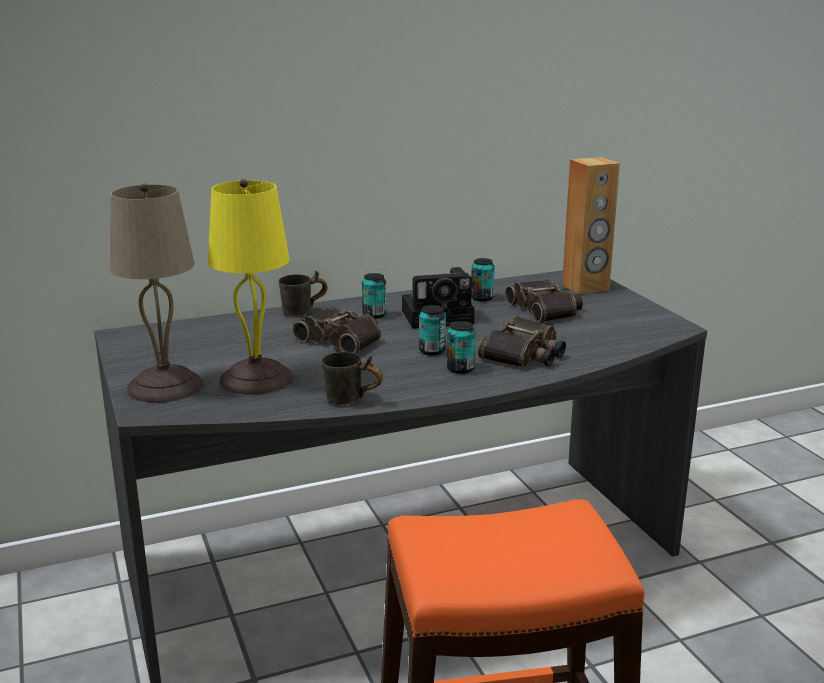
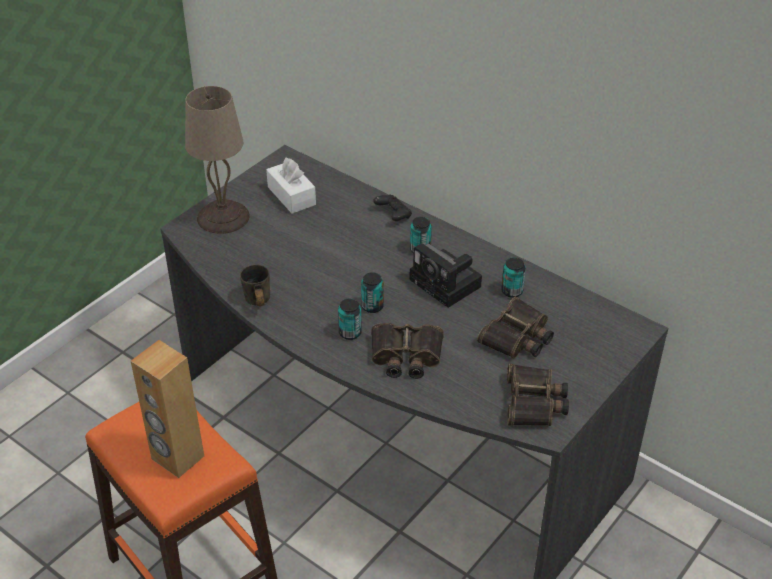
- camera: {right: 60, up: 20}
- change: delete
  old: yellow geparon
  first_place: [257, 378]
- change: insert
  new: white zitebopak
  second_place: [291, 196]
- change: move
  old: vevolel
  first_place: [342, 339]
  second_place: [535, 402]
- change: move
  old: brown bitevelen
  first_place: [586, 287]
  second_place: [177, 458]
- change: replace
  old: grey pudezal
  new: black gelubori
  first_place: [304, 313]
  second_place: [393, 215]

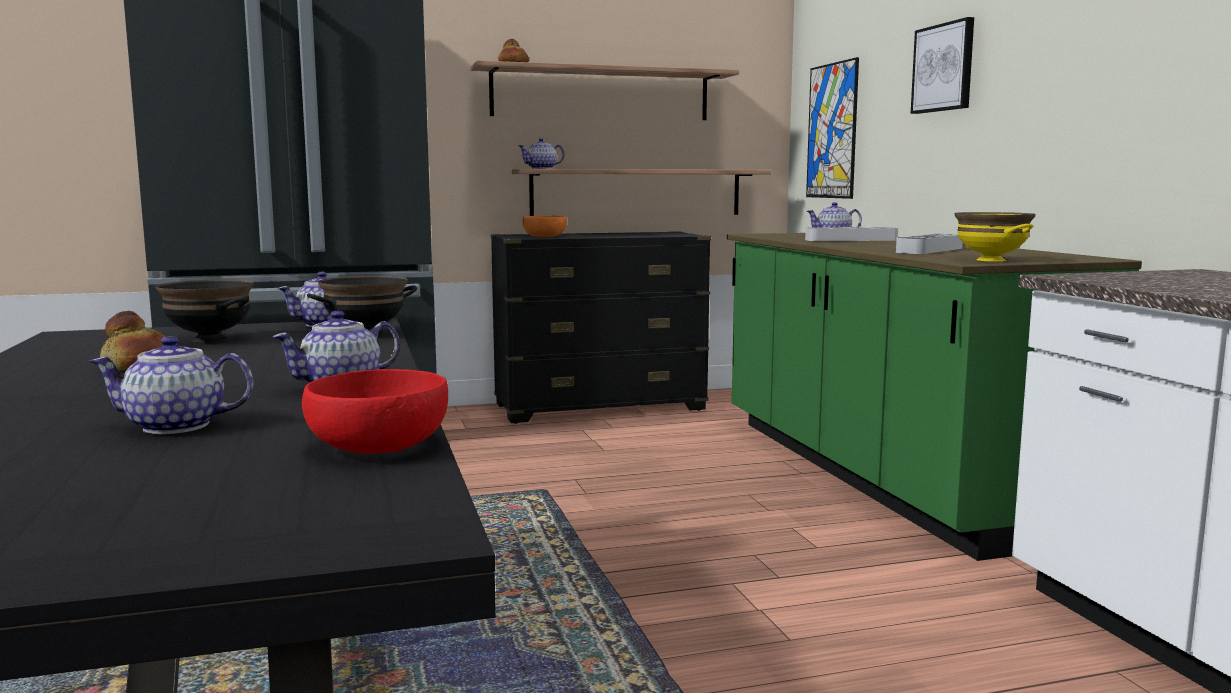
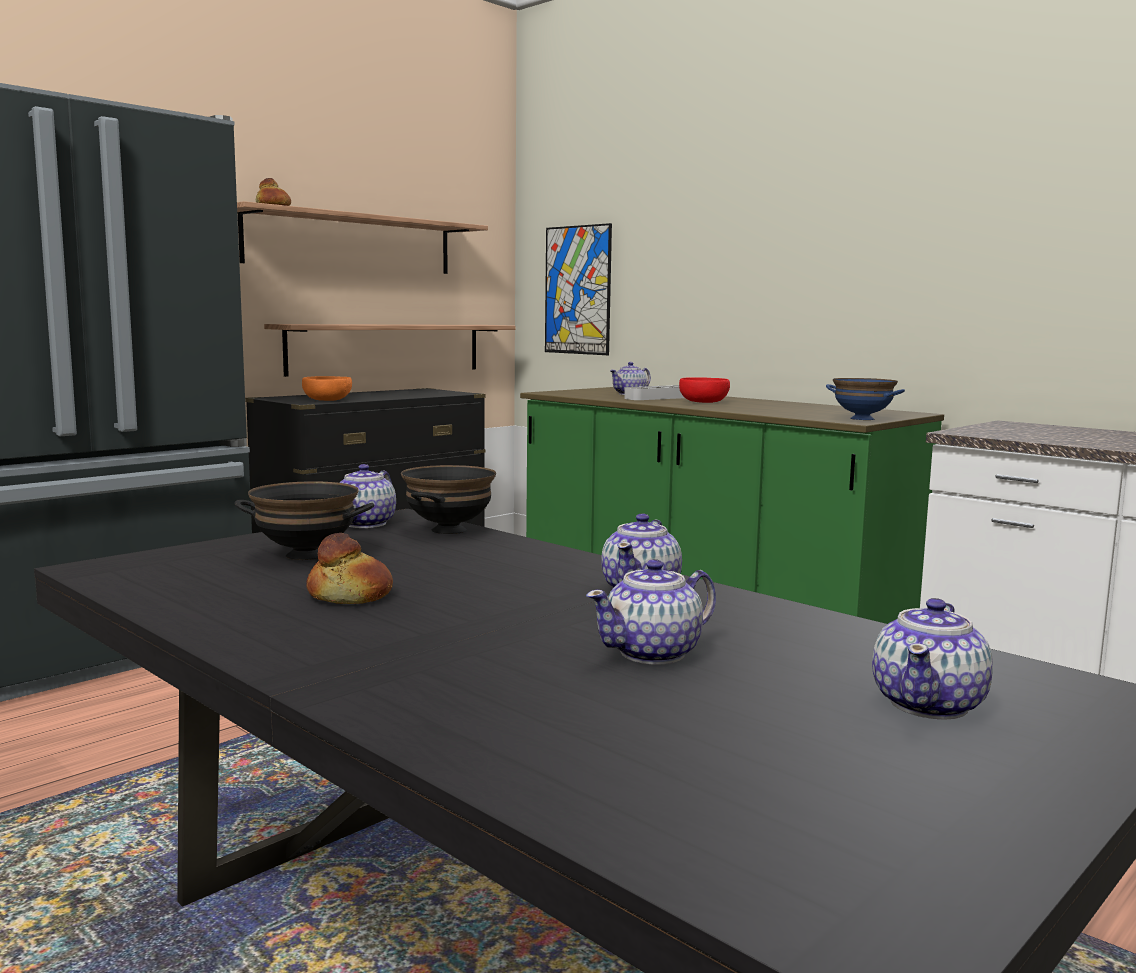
- camera: {right: -30, up: 0}
- change: delete
  old: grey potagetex
  first_place: [929, 250]
- change: delete
  old: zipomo
  first_place: [944, 68]
- change: move
  old: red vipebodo
  first_place: [380, 445]
  second_place: [703, 402]
- change: move
  old: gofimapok
  first_place: [542, 168]
  second_place: [930, 704]
- change: recolor
  old: yellow vipebodo
  new: blue vipebodo
  first_place: [990, 260]
  second_place: [861, 419]

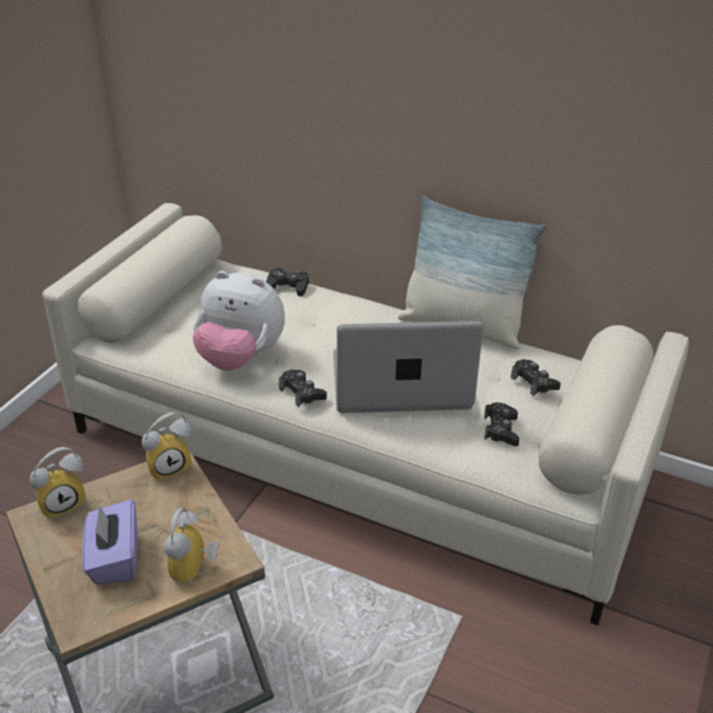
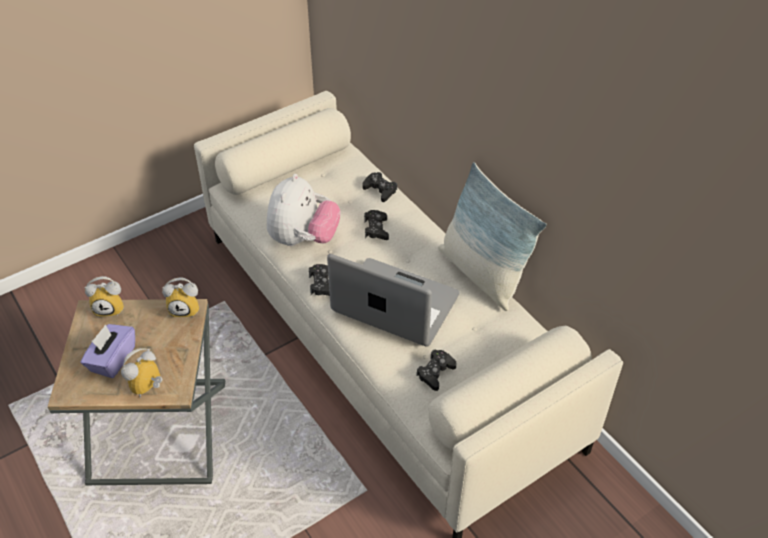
- camera: {right: 30, up: 10}
- change: move
  old: black gelubori
  first_place: [534, 382]
  second_place: [376, 229]
- change: rotate
  old: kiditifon
  first_place: [240, 358]
  second_place: [303, 239]
  degrees: -120

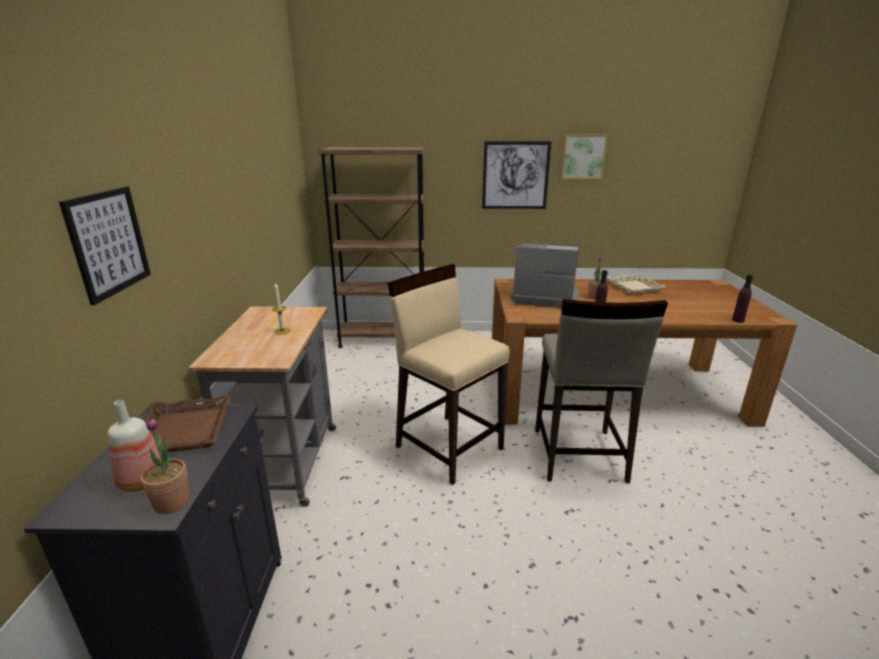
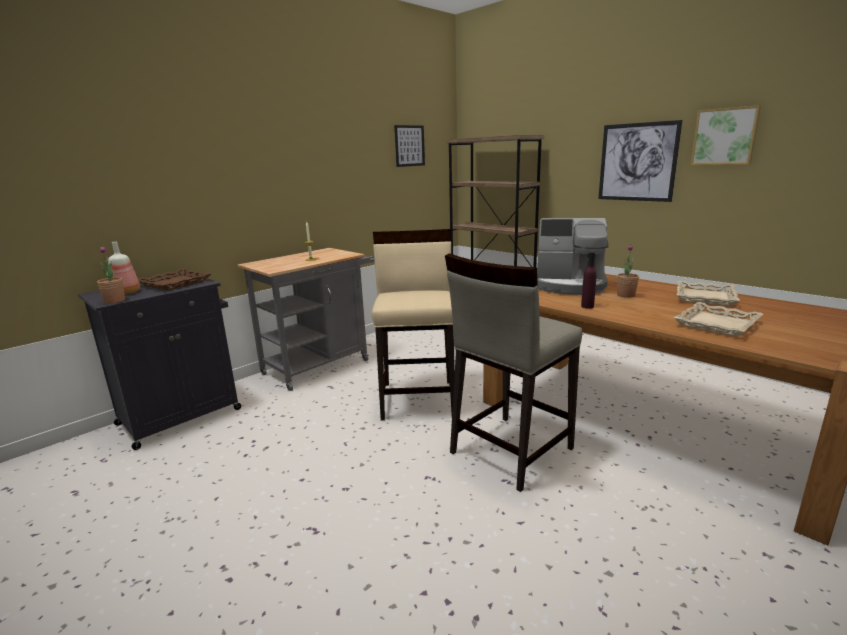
- camera: {right: 45, up: -5}
- change: delete
  old: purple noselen
  first_place: [738, 320]
- change: insert
  new: beige potagetex
  second_place: [716, 324]
- change: move
  old: zipomo
  first_place: [108, 242]
  second_place: [409, 146]
- change: rotate
  old: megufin
  first_place: [543, 297]
  second_place: [569, 285]
  degrees: 135

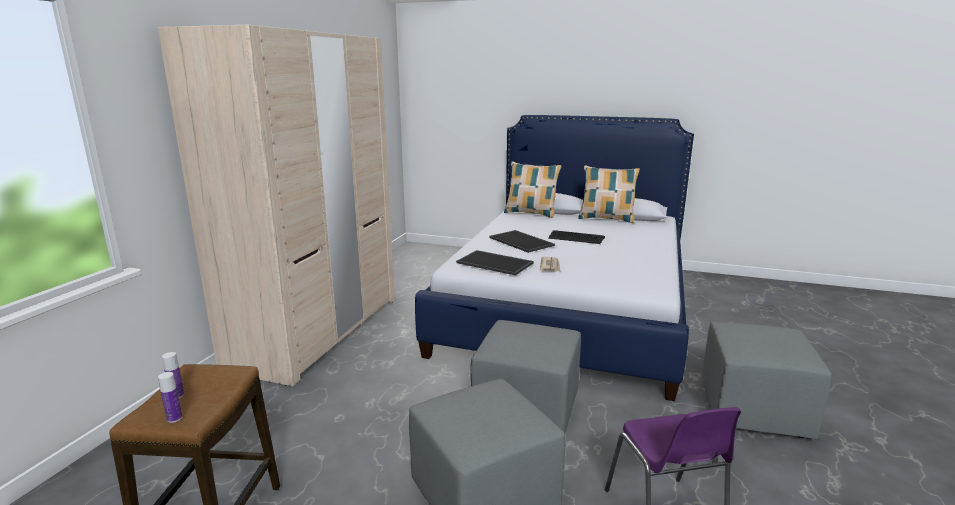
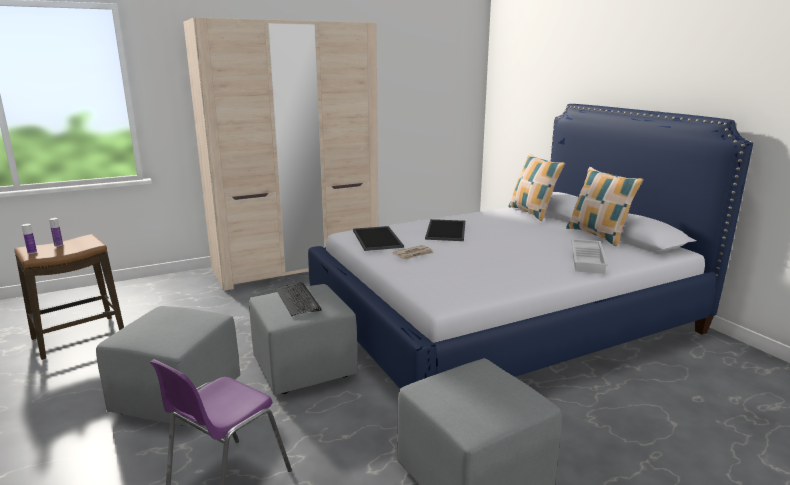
- camera: {right: 45, up: 0}
- change: insert
  new: white potagetex
  second_place: [588, 260]
- change: move
  old: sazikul
  first_place: [576, 238]
  second_place: [298, 300]

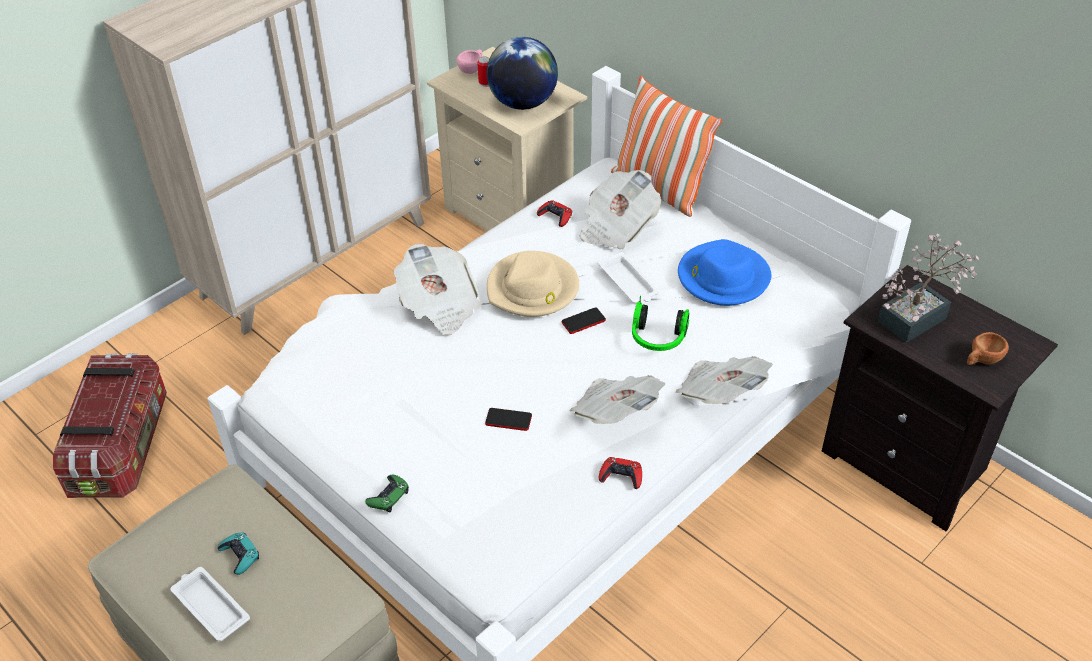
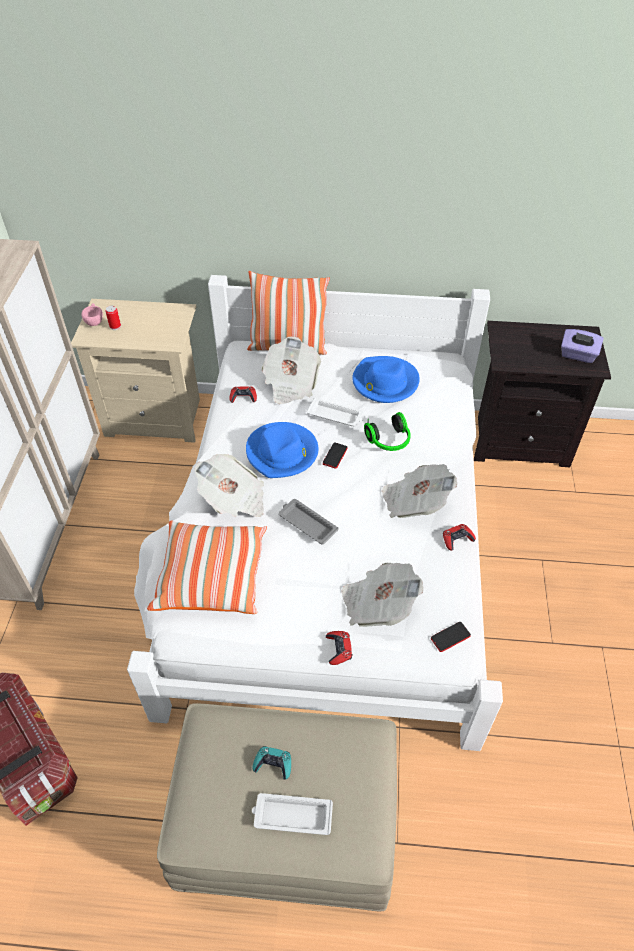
- camera: {right: -40, up: 5}
- change: delete
  old: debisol
  first_place: [523, 103]
- change: delete
  old: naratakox
  first_place: [918, 316]
- change: insert
  new: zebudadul
  second_place: [211, 577]
- change: insert
  new: grey potagetex
  second_place: [307, 523]
- change: move
  old: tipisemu
  first_place: [508, 420]
  second_place: [450, 637]
- change: move
  old: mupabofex
  first_place: [720, 394]
  second_place: [378, 605]
- change: replace
  old: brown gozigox
  new: purple zitebopak
  first_place: [981, 360]
  second_place: [577, 355]
- change: recolor
  old: green gelubori
  new: red gelubori
  first_place: [388, 496]
  second_place: [338, 649]
- change: recolor
  old: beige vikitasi
  new: blue vikitasi
  first_place: [533, 289]
  second_place: [282, 452]

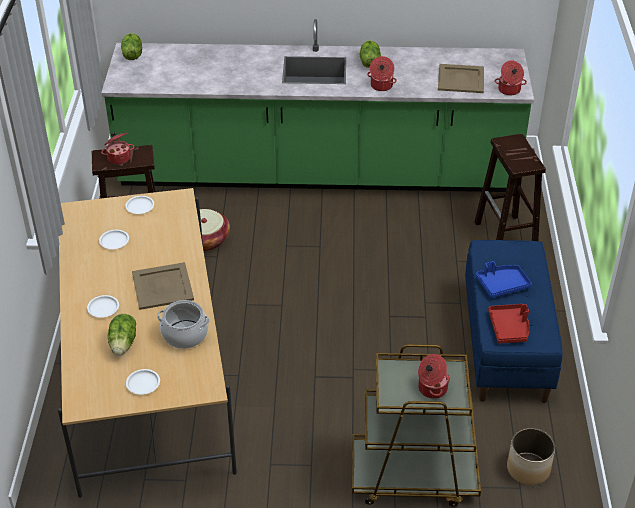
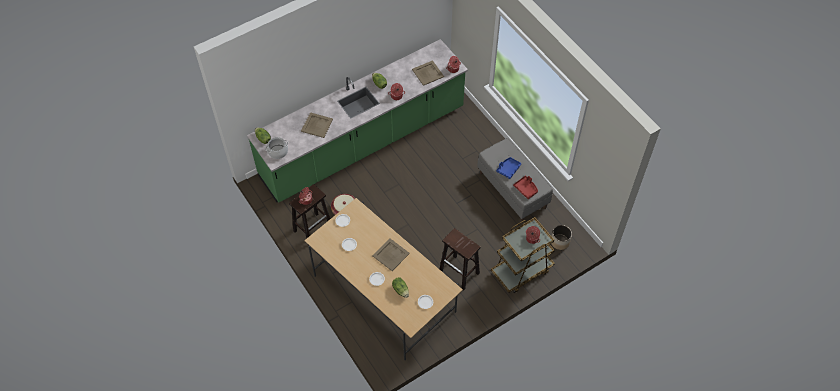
- camera: {right: -35, up: 15}
- change: insert
  new: beige potagetex
  second_place: [317, 125]
- change: move
  old: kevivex
  first_place: [185, 334]
  second_place: [278, 151]
- change: move
  old: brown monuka
  first_place: [506, 237]
  second_place: [459, 273]
- change: recolor
  old: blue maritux
  new: grey maritux
  first_place: [506, 345]
  second_place: [513, 190]

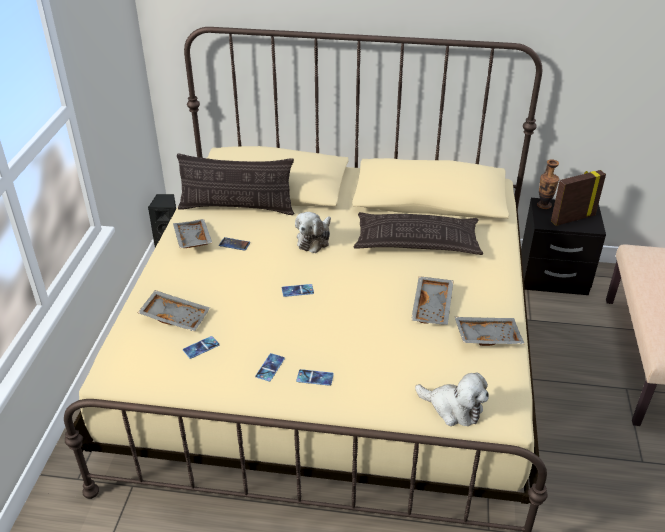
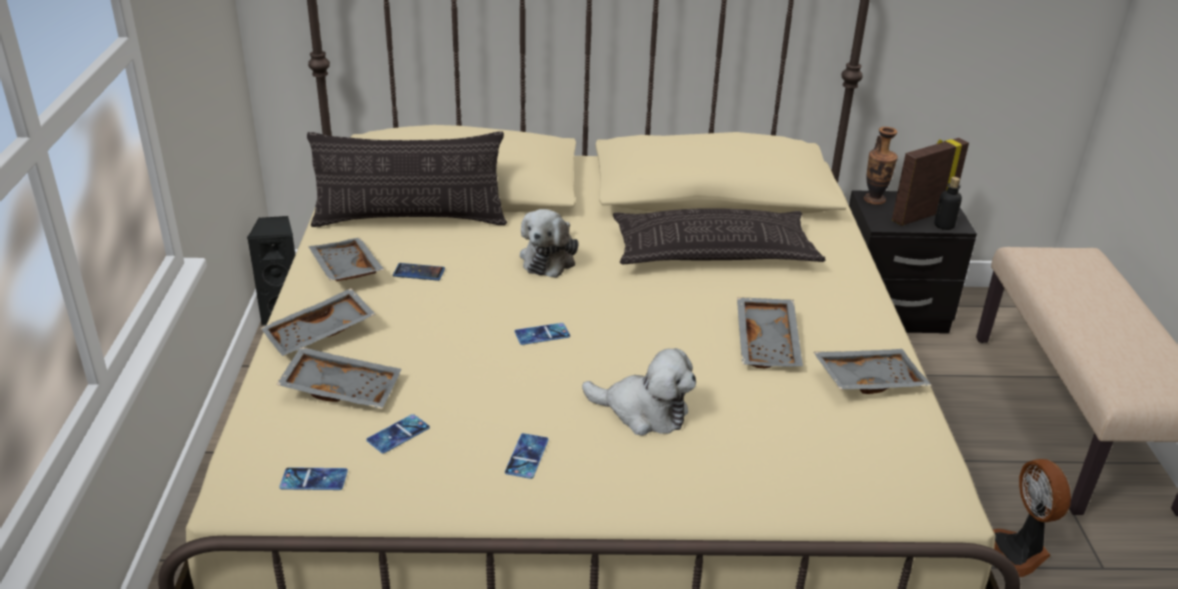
- camera: {right: -10, up: -5}
- change: insert
  new: grey potagetex
  second_place: [320, 334]
- change: insert
  new: noselen
  second_place: [944, 225]
- change: insert
  new: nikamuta
  second_place: [1019, 551]
- change: move
  old: tipisemu
  first_place: [315, 377]
  second_place: [314, 479]
- change: move
  old: kiditifon
  first_place: [453, 408]
  second_place: [643, 412]

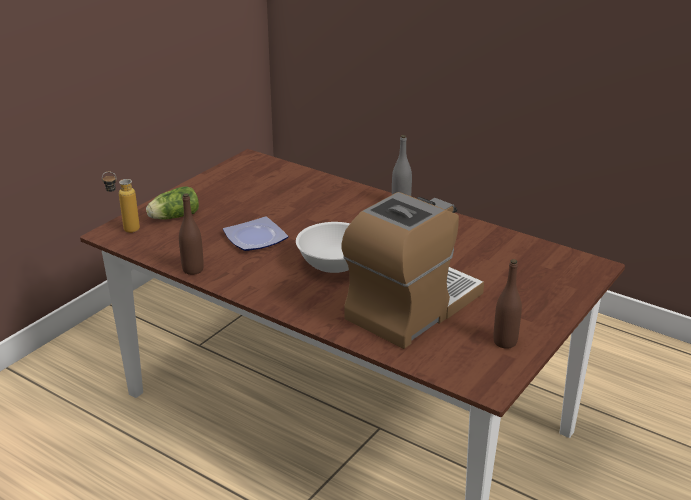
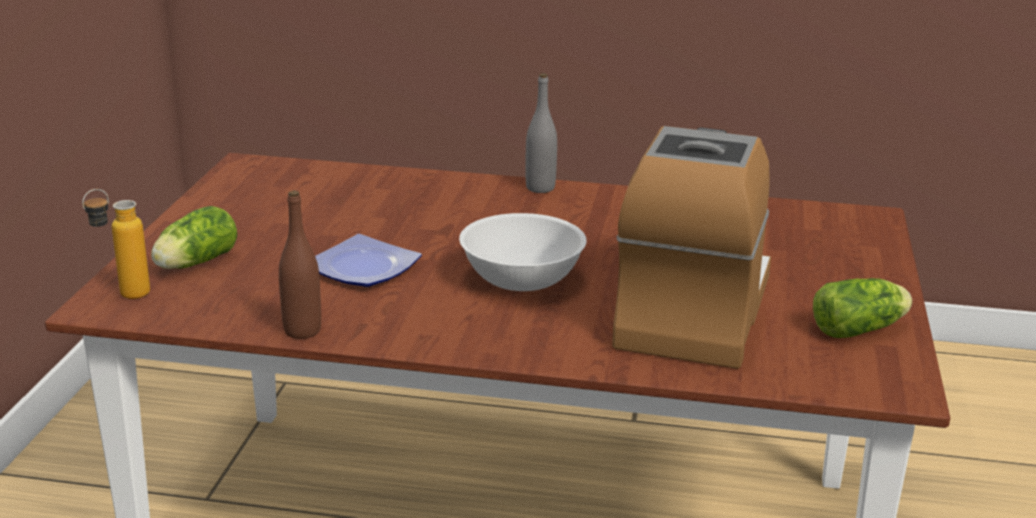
- camera: {right: -25, up: -5}
- change: replace
  old: brown noselen
  new: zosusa
  first_place: [505, 342]
  second_place: [861, 329]

